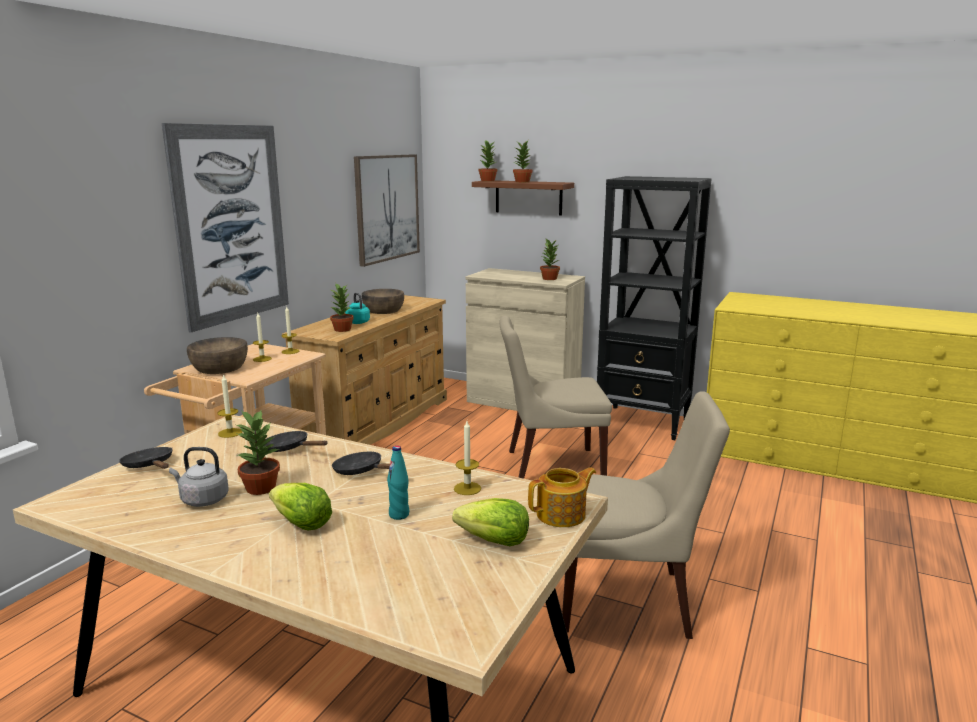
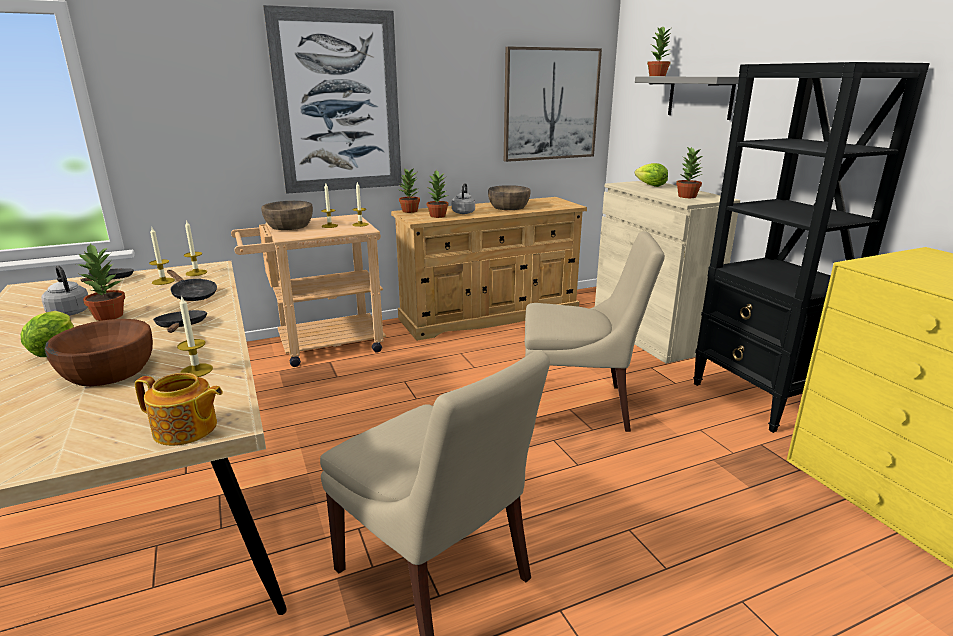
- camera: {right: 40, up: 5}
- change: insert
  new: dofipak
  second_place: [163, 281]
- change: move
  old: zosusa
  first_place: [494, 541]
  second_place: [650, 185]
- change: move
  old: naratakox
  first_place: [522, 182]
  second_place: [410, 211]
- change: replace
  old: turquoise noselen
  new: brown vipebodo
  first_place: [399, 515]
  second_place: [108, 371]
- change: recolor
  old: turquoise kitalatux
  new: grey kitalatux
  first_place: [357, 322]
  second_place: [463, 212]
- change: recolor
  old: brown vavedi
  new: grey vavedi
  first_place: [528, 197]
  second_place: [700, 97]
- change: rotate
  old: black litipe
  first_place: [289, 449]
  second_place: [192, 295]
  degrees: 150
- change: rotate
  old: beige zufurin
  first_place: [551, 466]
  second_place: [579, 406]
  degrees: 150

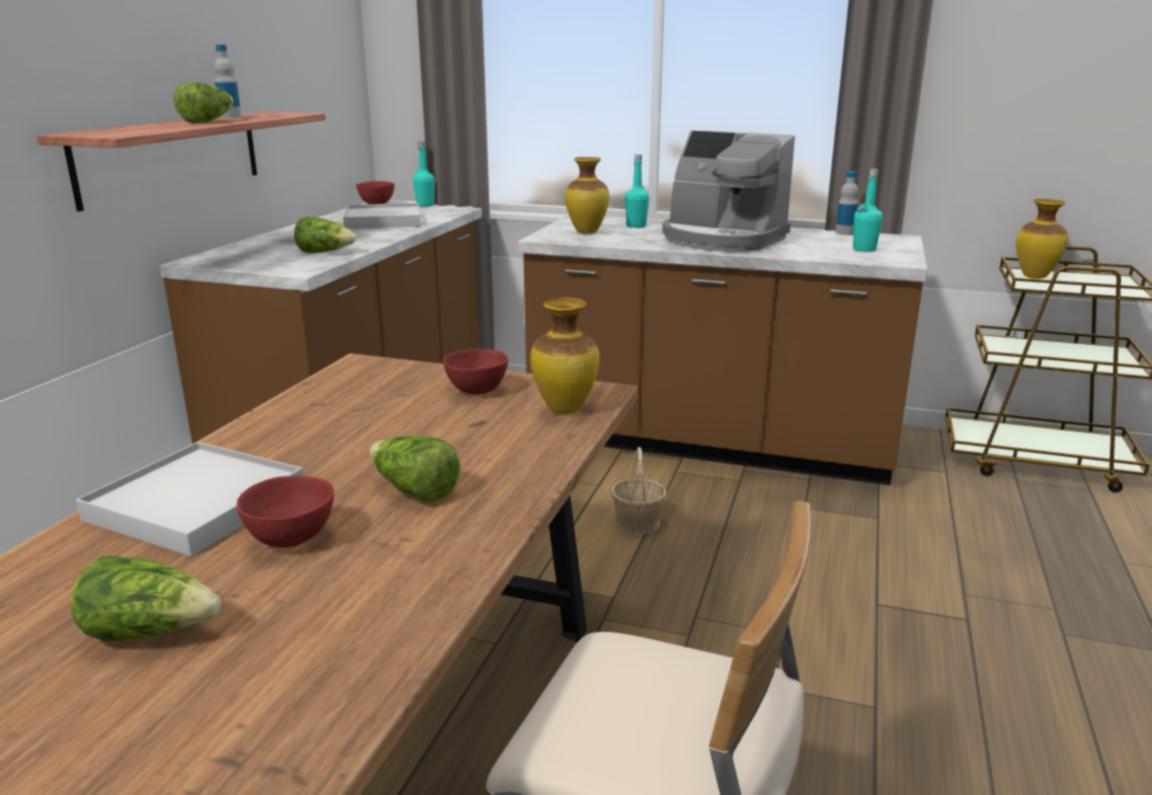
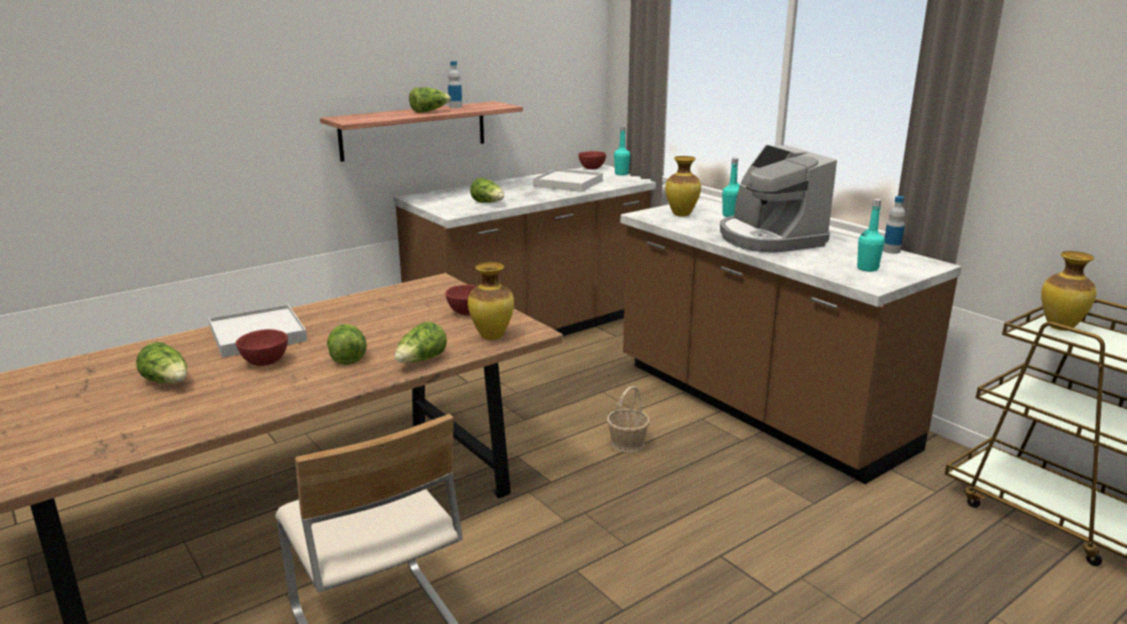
- camera: {right: 35, up: 0}
- change: insert
  new: zosusa
  second_place: [421, 361]

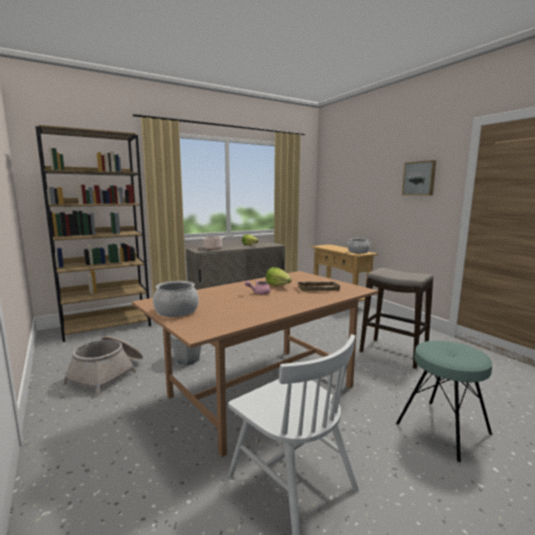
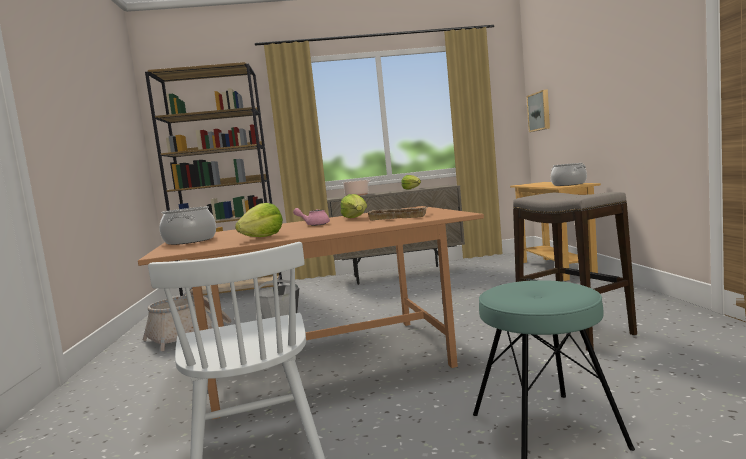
- camera: {right: 25, up: -5}
- change: insert
  new: zosusa
  second_place: [262, 237]
- change: move
  old: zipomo
  first_place: [419, 178]
  second_place: [540, 111]

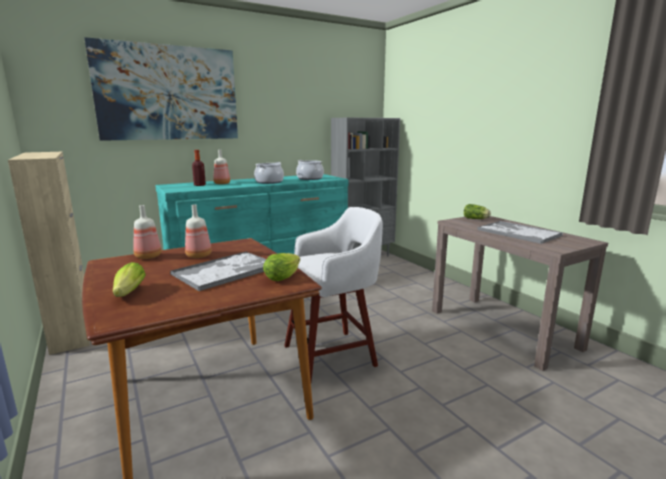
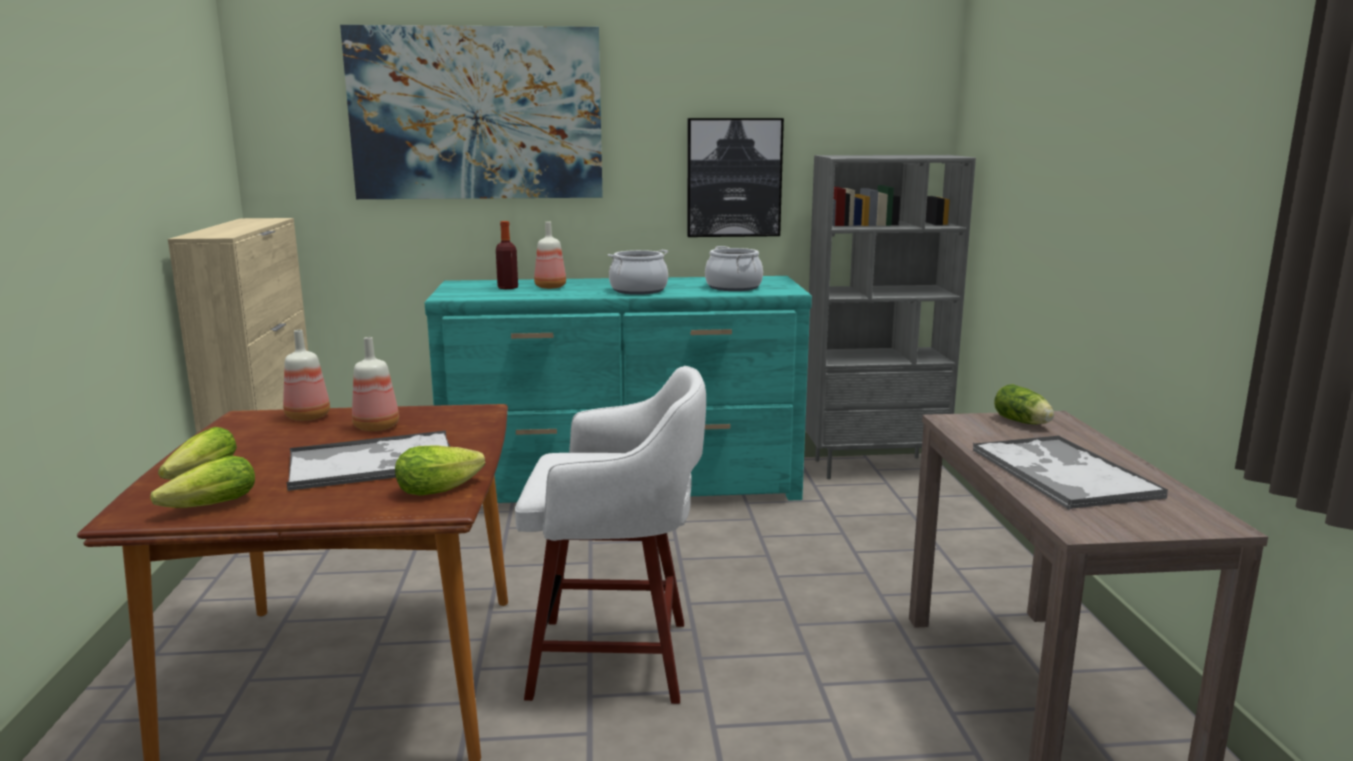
- camera: {right: 25, up: 0}
- change: insert
  new: zosusa
  second_place: [206, 507]
- change: insert
  new: zipomo
  second_place: [734, 177]

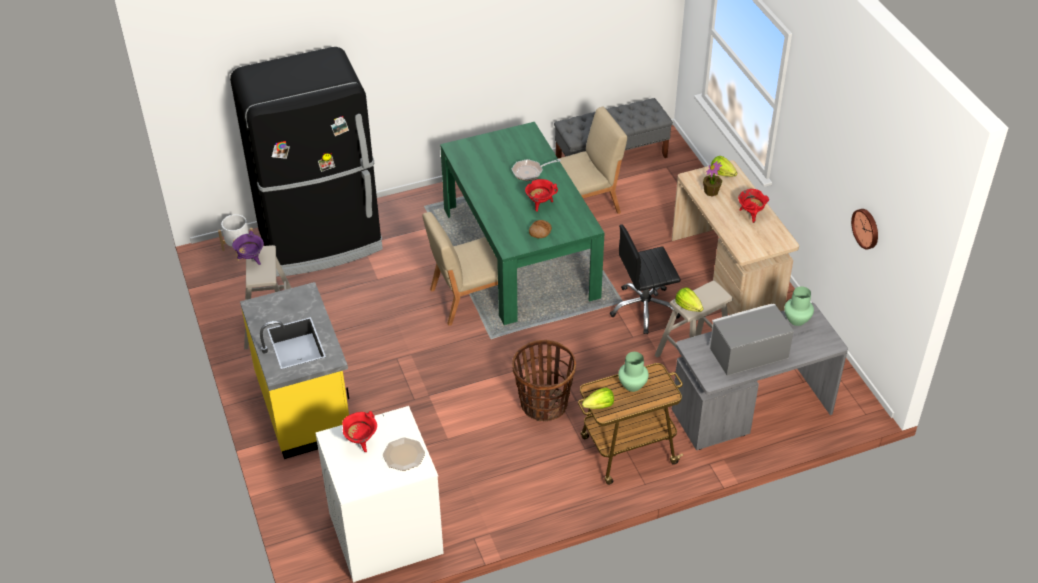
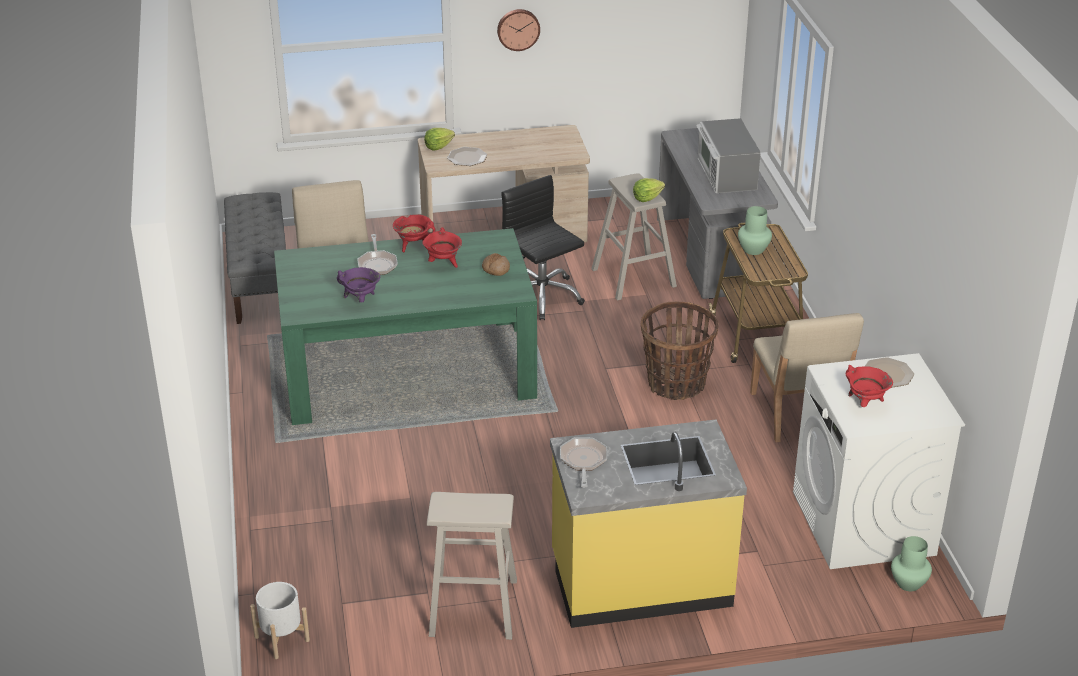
- camera: {right: -80, up: -10}
- change: delete
  old: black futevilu
  first_place: [321, 241]
- change: delete
  old: zosusa
  first_place: [599, 406]
- change: insert
  new: litipe
  second_place: [583, 461]
- change: move
  old: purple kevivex
  first_place: [251, 259]
  second_place: [360, 300]
- change: move
  old: beige zufurin
  first_place: [467, 299]
  second_place: [797, 413]
- change: move
  old: red kevivex
  first_place: [751, 214]
  second_place: [413, 246]
- change: move
  old: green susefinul
  first_place: [797, 319]
  second_place: [908, 583]
- change: move
  old: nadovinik
  first_place: [866, 228]
  second_place: [518, 29]
- change: replace
  old: naratakox
  new: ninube
  first_place: [711, 192]
  second_place: [467, 157]
- change: rotate
  old: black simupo
  first_place: [644, 309]
  second_place: [541, 296]
  degrees: 150

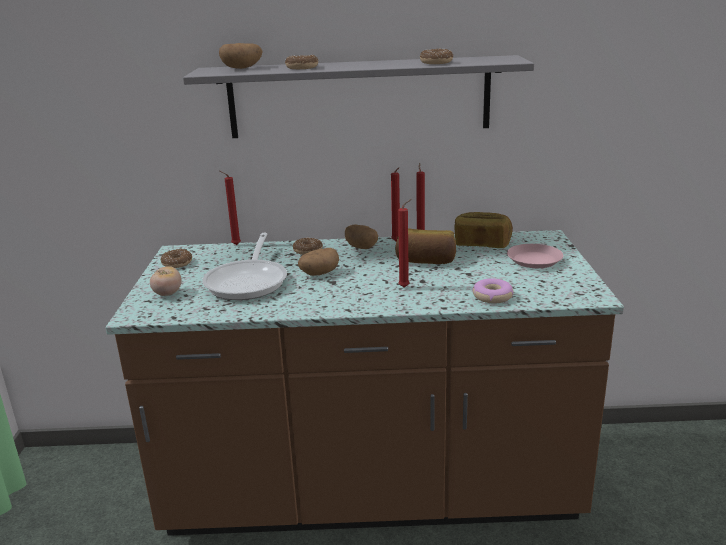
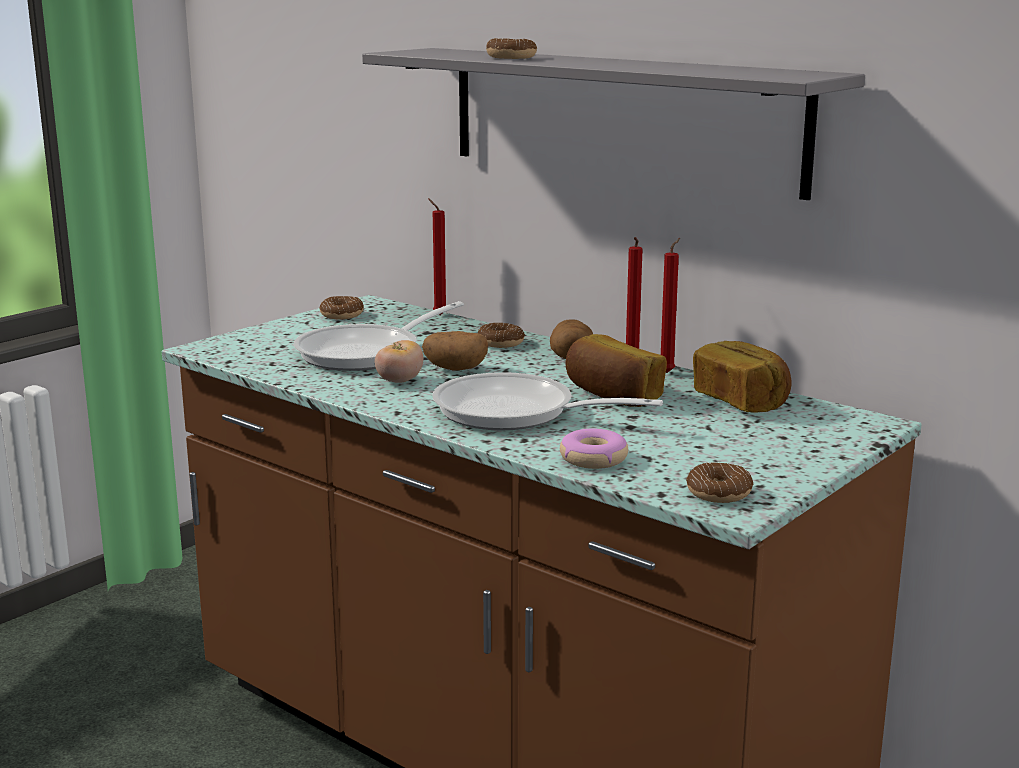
- camera: {right: 40, up: -5}
- change: delete
  old: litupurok
  first_place: [242, 68]
- change: delete
  old: pink ninube
  first_place: [534, 260]
- change: move
  old: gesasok
  first_place: [167, 294]
  second_place: [399, 381]
- change: move
  old: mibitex
  first_place: [436, 62]
  second_place: [718, 493]
- change: replace
  old: red dofipak
  new: litipe
  first_place: [405, 287]
  second_place: [515, 413]

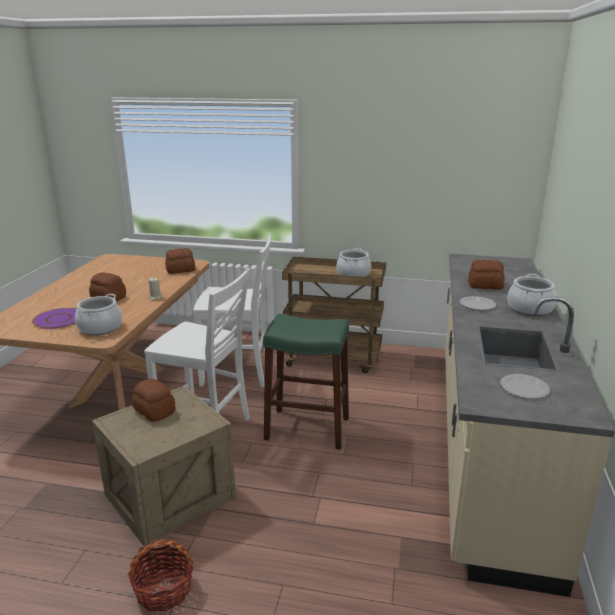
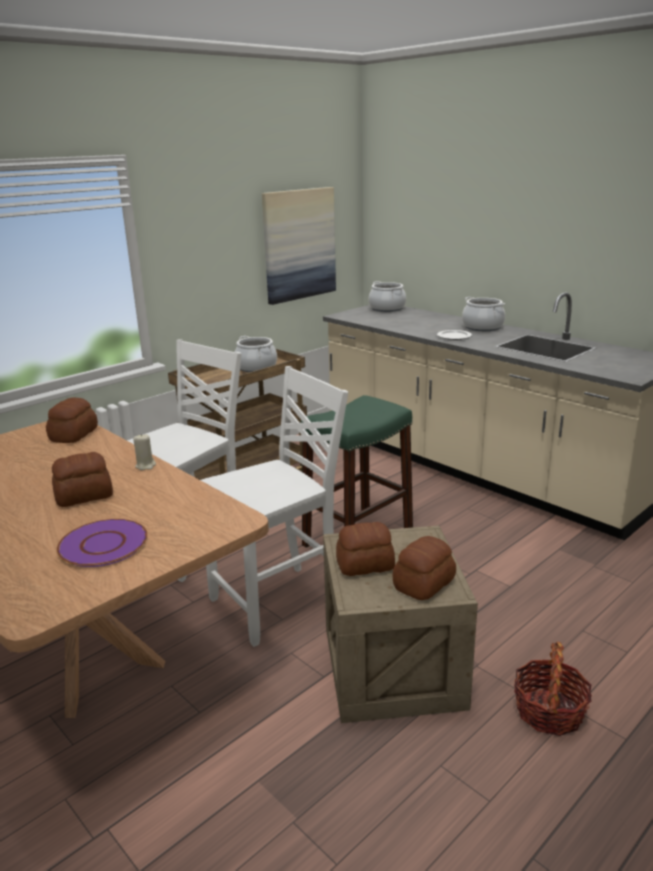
- camera: {right: -55, up: 0}
- change: delete
  old: ninube
  first_place: [523, 388]
- change: insert
  new: zipomo
  second_place: [299, 244]
- change: move
  old: kevivex
  first_place: [100, 328]
  second_place: [387, 308]
- change: move
  old: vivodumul
  first_place: [484, 285]
  second_place: [423, 584]

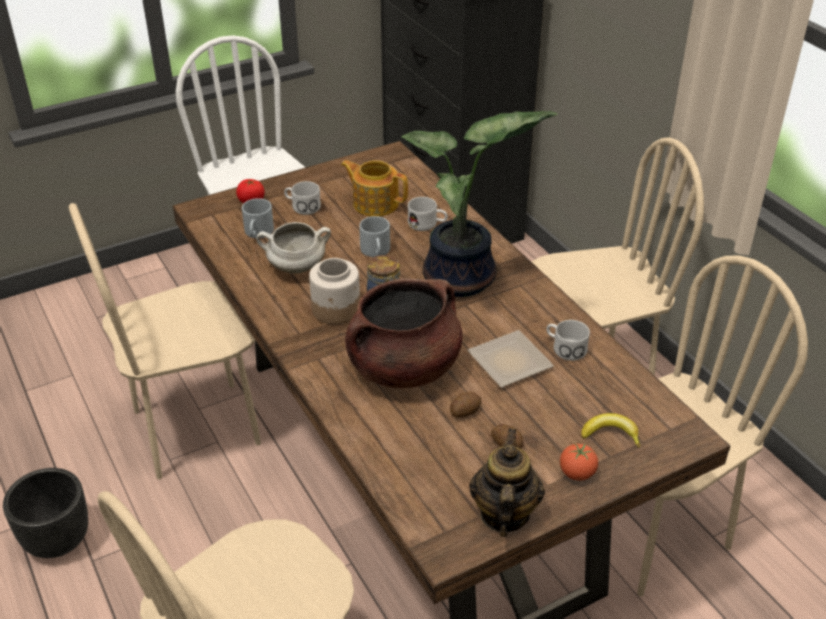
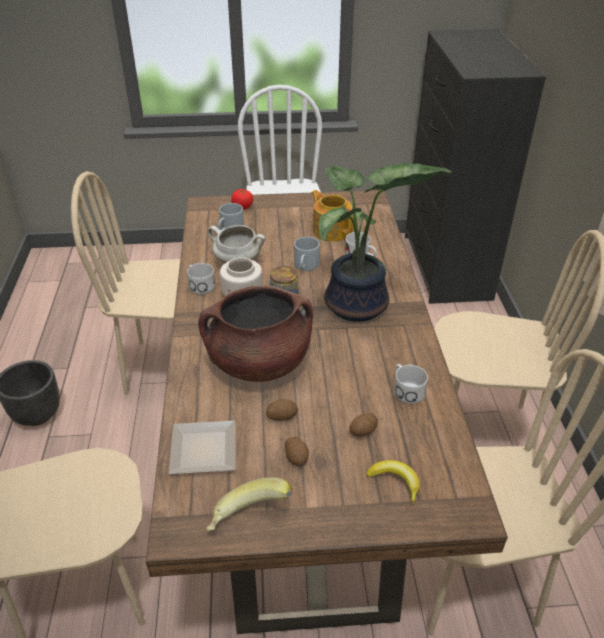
- camera: {right: 25, up: 0}
- change: delete
  old: gesasok
  first_place: [577, 473]
- change: insert
  new: litupurok
  second_place: [363, 431]
- change: move
  old: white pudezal
  first_place: [302, 206]
  second_place: [199, 285]
- change: move
  old: ninube
  first_place: [510, 360]
  second_place: [206, 448]
- change: replace
  old: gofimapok
  new: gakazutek
  first_place: [503, 514]
  second_place: [249, 520]

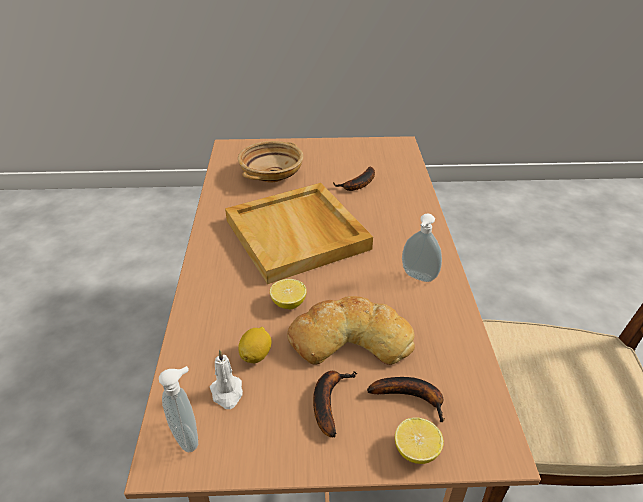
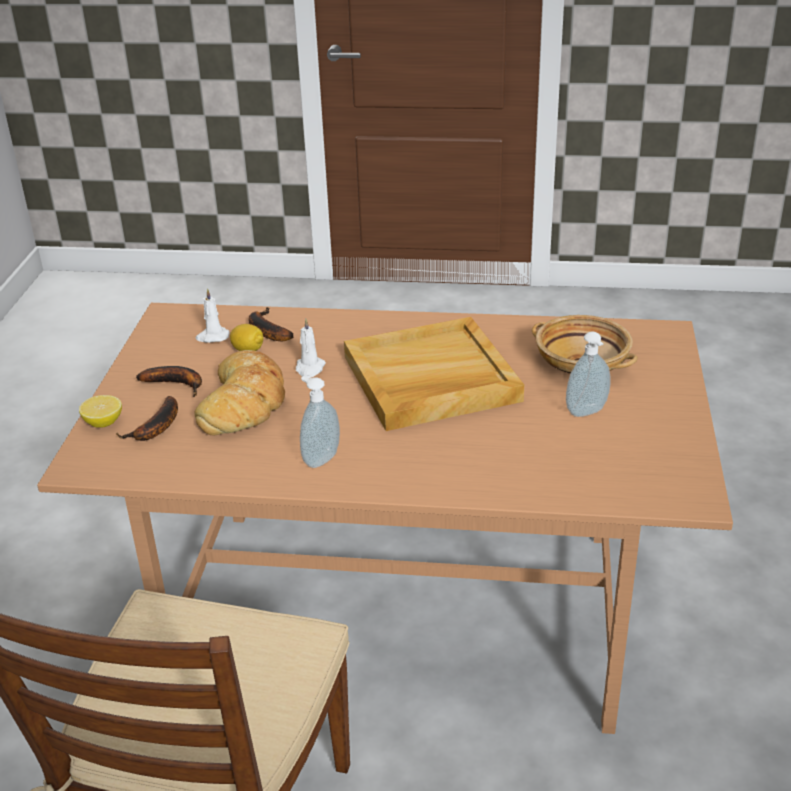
- camera: {right: 100, up: -5}
- change: move
  old: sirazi
  first_place: [188, 436]
  second_place: [587, 413]
- change: move
  old: gakazutek
  first_place: [358, 184]
  second_place: [266, 330]
- change: replace
  old: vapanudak
  new: white dofipak
  first_place: [288, 303]
  second_place: [309, 369]

